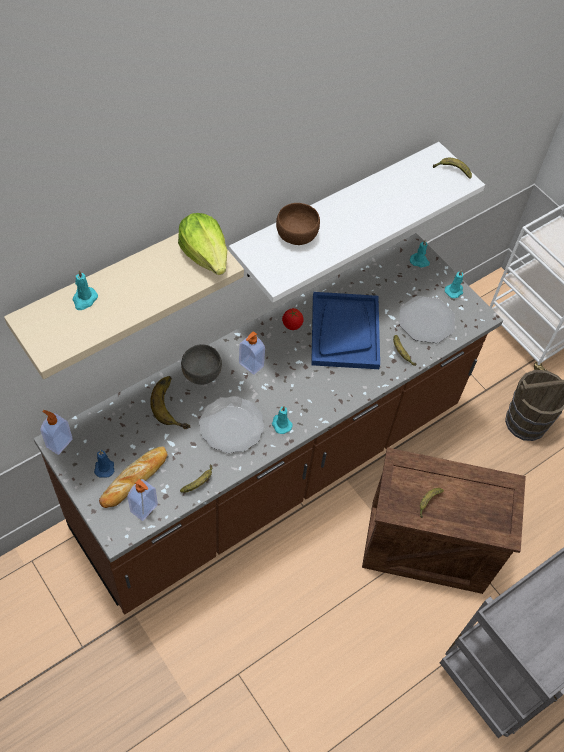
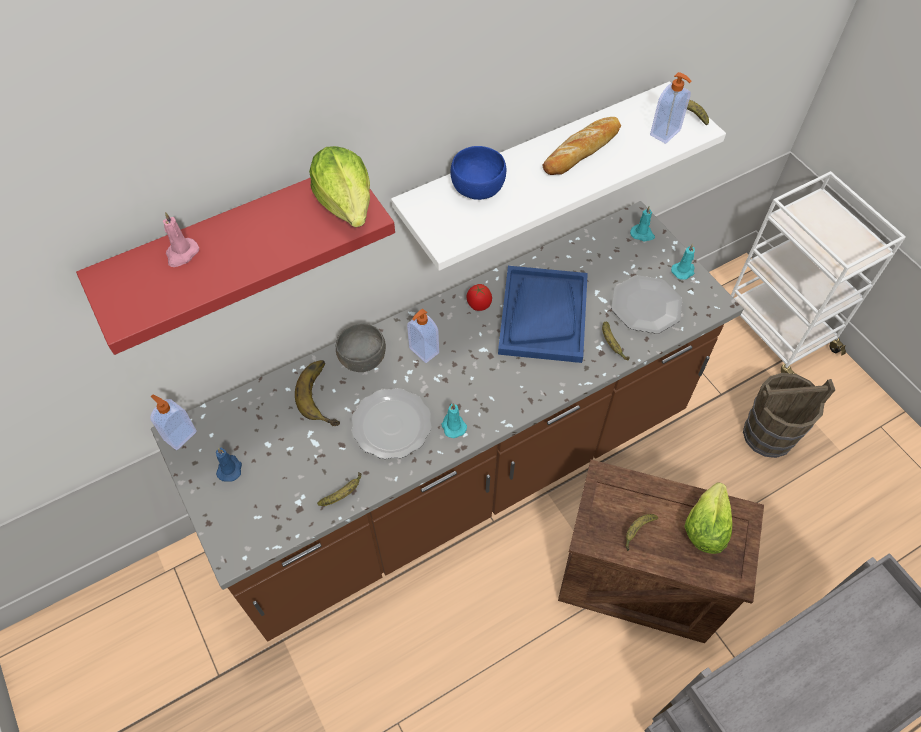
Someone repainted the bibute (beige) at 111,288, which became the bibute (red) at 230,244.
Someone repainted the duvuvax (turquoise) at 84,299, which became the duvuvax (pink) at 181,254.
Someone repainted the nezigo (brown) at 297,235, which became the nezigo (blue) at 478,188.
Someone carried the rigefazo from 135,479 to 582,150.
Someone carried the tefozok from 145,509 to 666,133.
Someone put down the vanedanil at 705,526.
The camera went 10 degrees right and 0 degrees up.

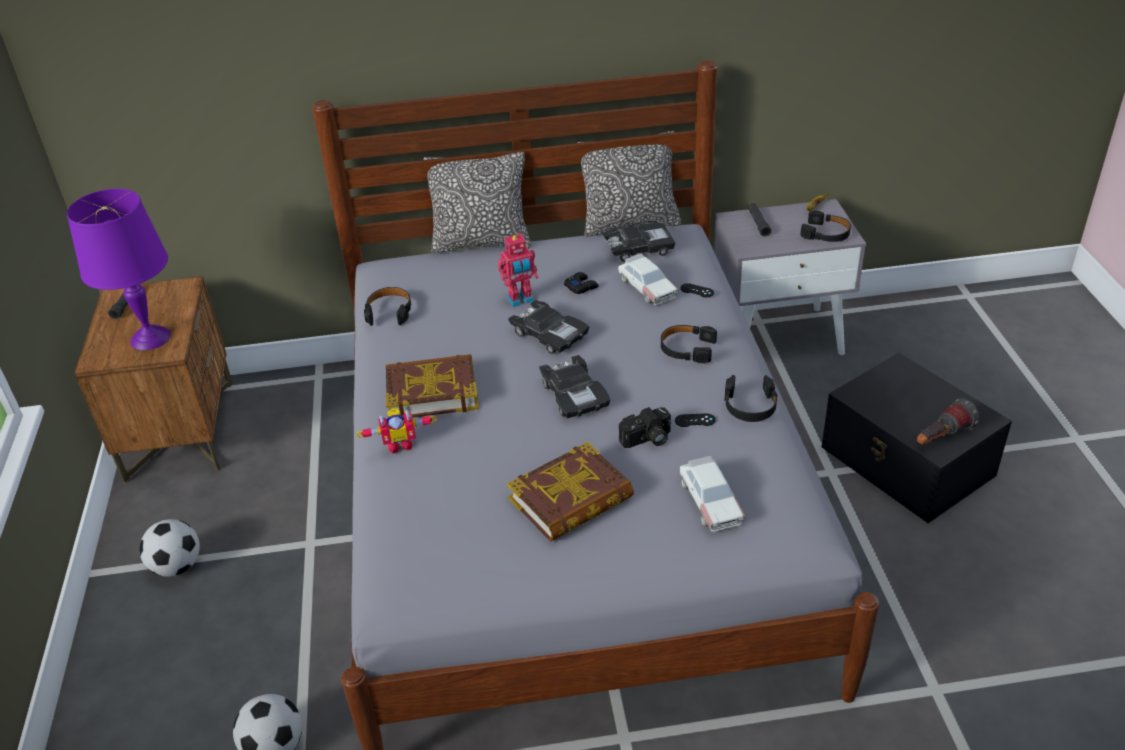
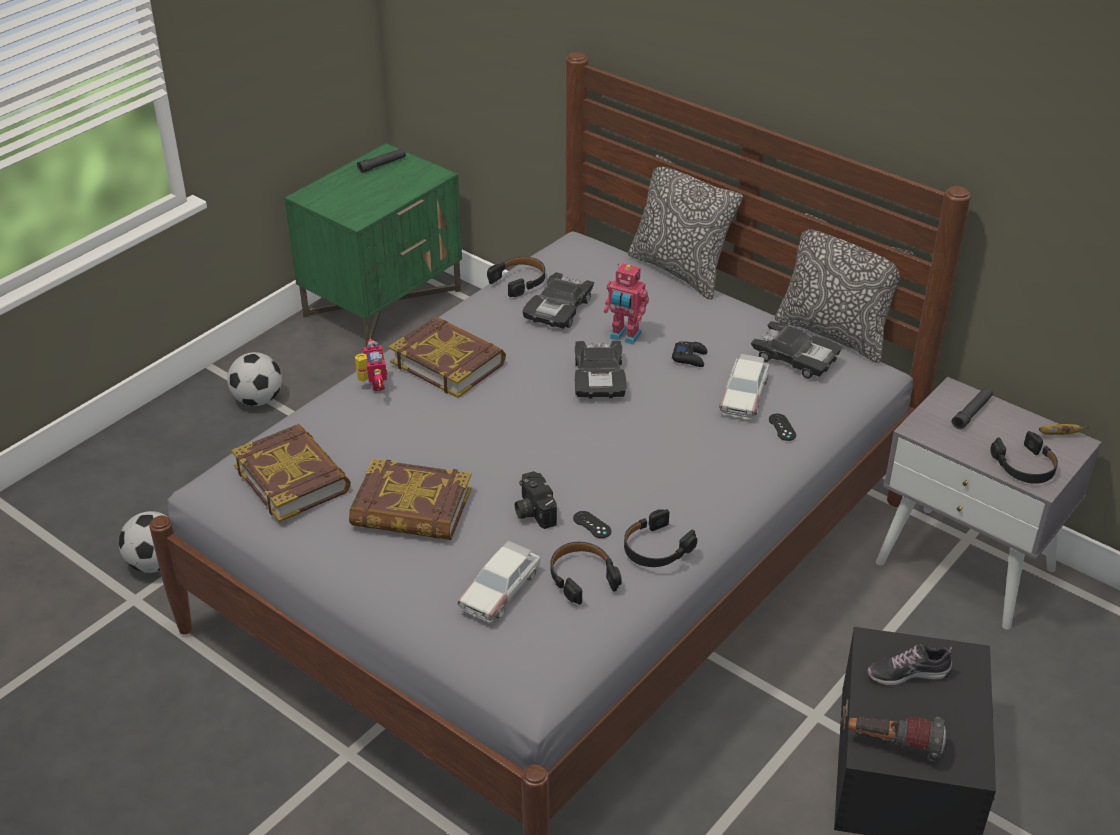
Someone put down the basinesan at 292,478.
Someone repainted the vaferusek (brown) at 180,430, which became the vaferusek (green) at 383,303.
Someone rotated the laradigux at 400,444 by 135 degrees counterclockwise.
Someone rotated the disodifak at 647,439 by 45 degrees clockwise.
Someone carried the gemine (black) from 574,395 to 559,309.
Someone carried the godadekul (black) from 687,349 to 582,577.
Someone put down the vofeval at 908,673.
Someone took away the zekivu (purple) at 151,338.
The camera went 45 degrees right and 0 degrees up.

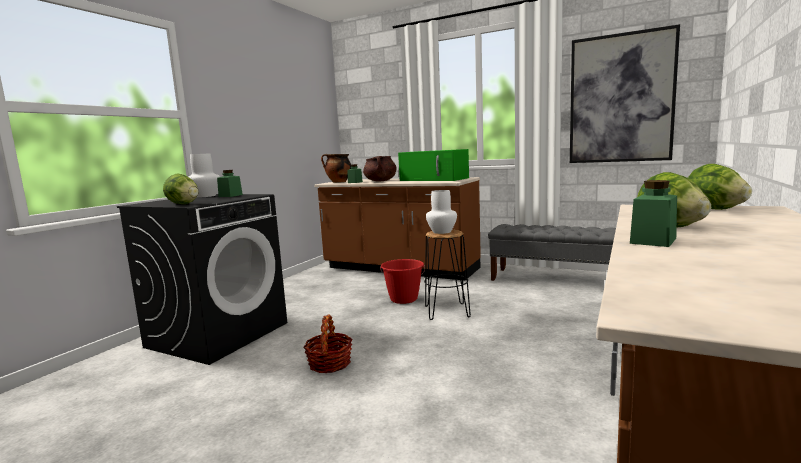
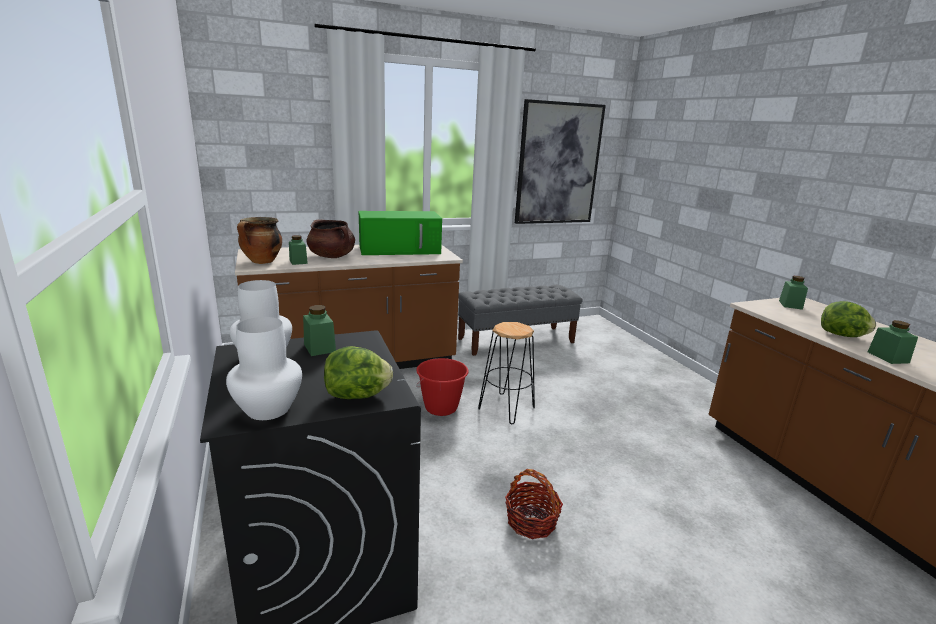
Someone carried the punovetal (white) from 442,232 to 269,409.
Someone swapped the vanedanil at 714,209 for the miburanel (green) at 790,305.
The camera went 50 degrees left and 10 degrees up.

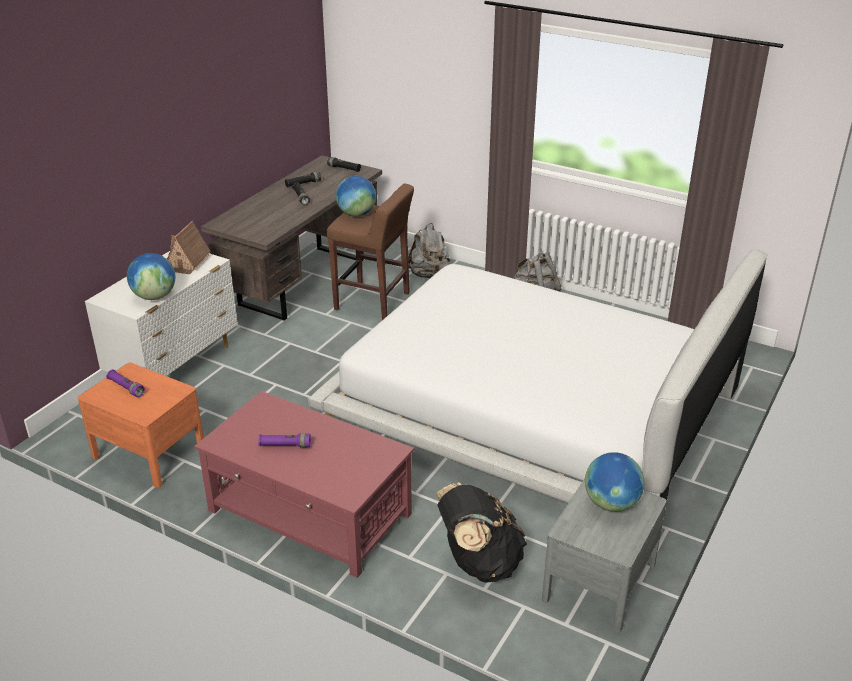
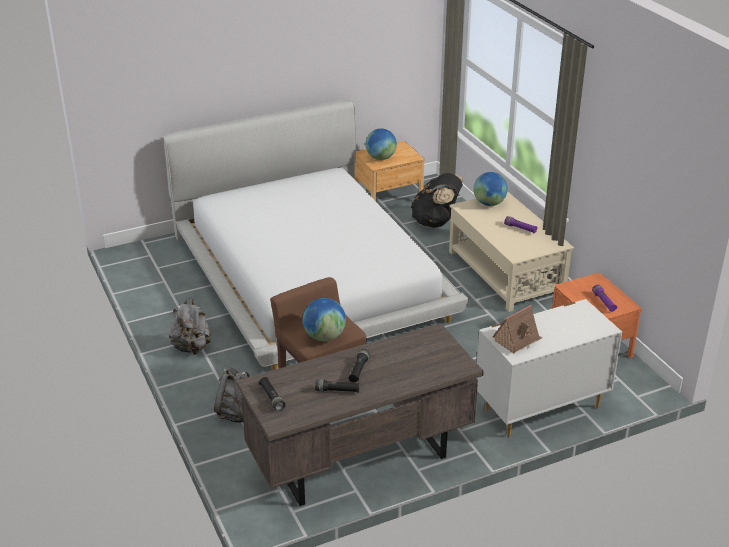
Someone repainted the vaferusek (grey) at 599,581, which became the vaferusek (brown) at 388,197.
Someone repainted the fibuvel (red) at 310,512, which became the fibuvel (beige) at 505,272.
Someone carried the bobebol from 155,296 to 489,203.
The camera went 145 degrees left and 0 degrees up.

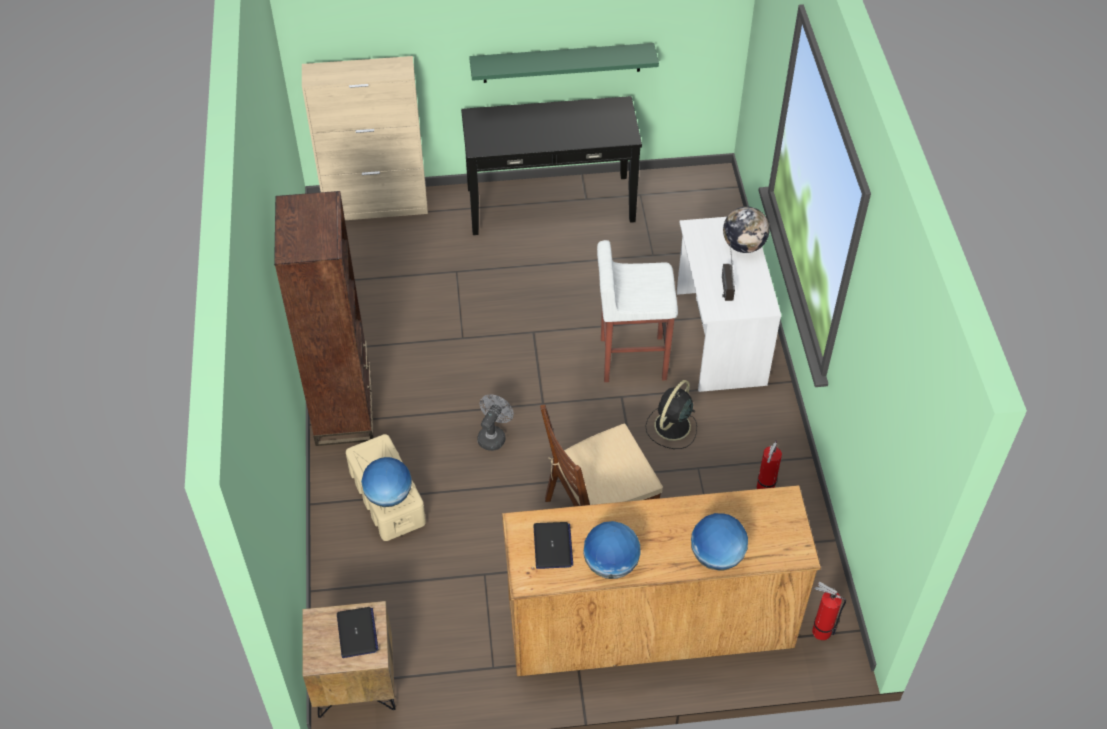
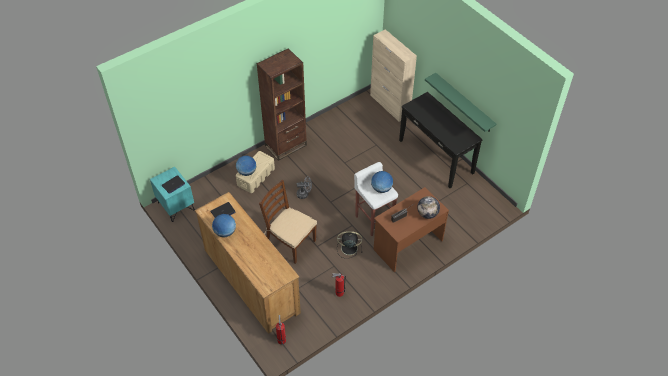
Someone repainted the vaferusek (brown) at 355,684, which became the vaferusek (turquoise) at 175,206.
Someone carried the bobebol from 716,556 to 381,188.
Someone repainted the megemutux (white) at 719,338, which became the megemutux (brown) at 407,244.
The camera went 60 degrees right and 0 degrees up.

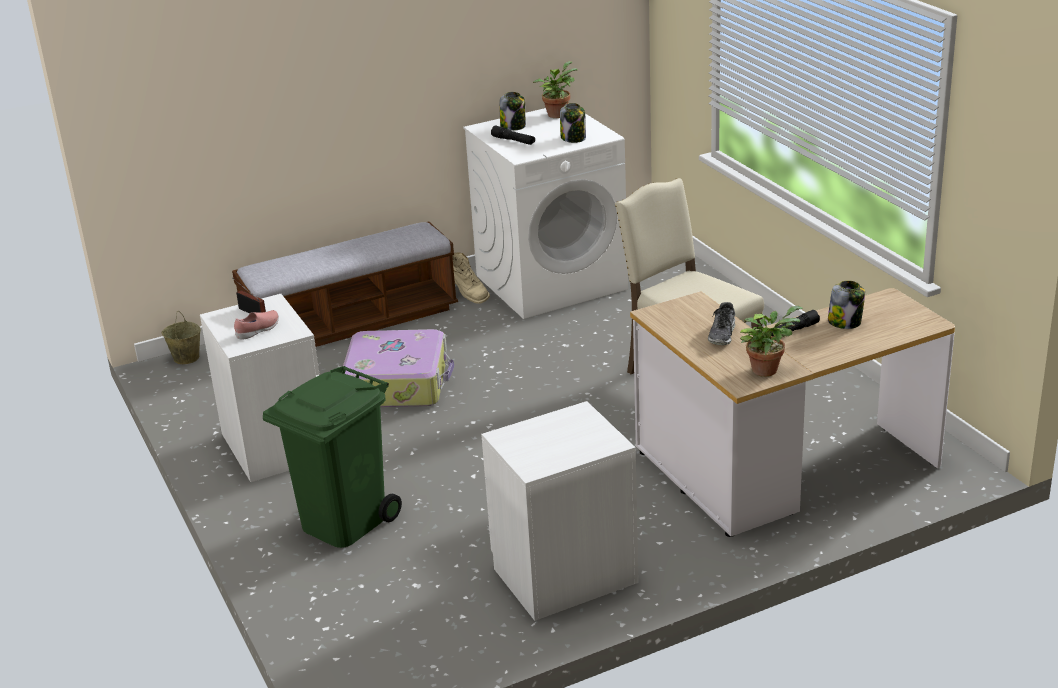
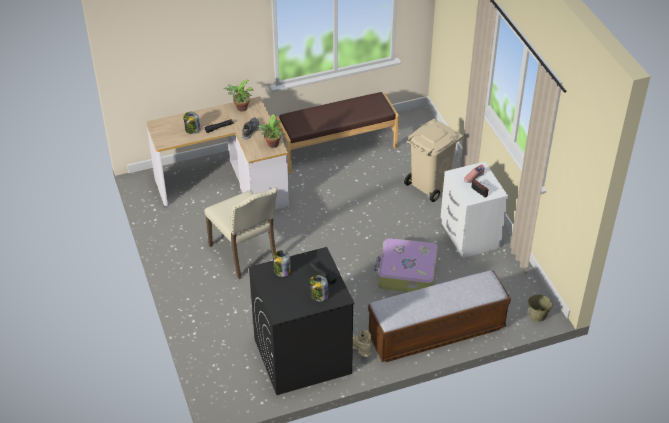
Someone repainted the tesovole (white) at 551,282, which became the tesovole (black) at 302,356.
Someone carried the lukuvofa from 557,114 to 272,145.
Someone swapped the vaferusek (white) at 564,574 for the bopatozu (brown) at 337,148.
Someone repainted the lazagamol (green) at 343,521, which became the lazagamol (beige) at 431,185.
The camera went 175 degrees left and 15 degrees up.

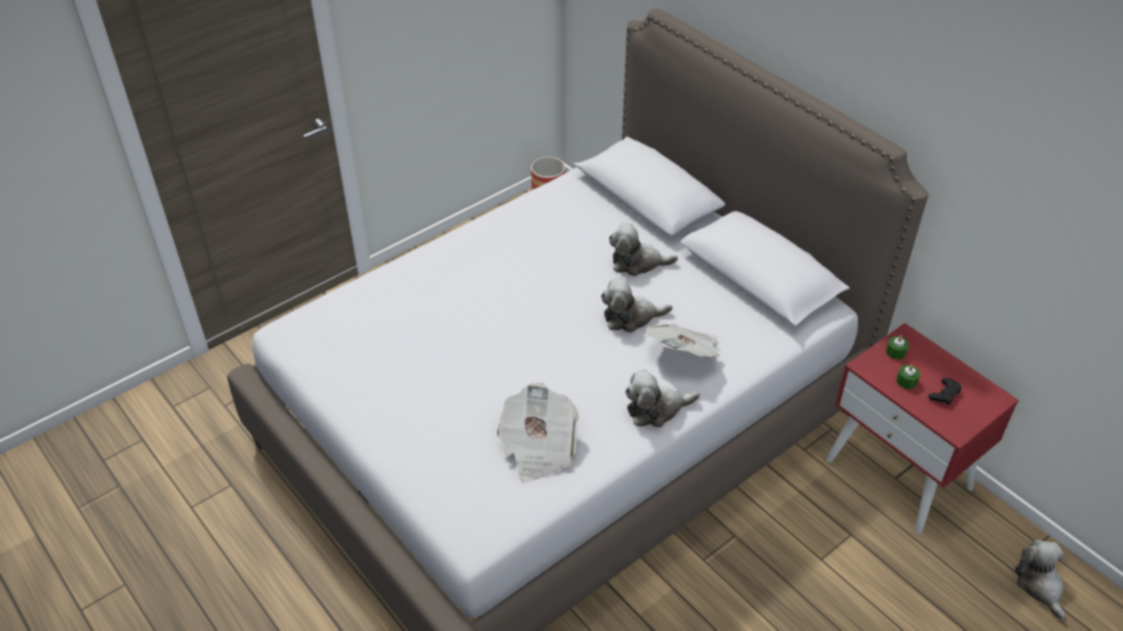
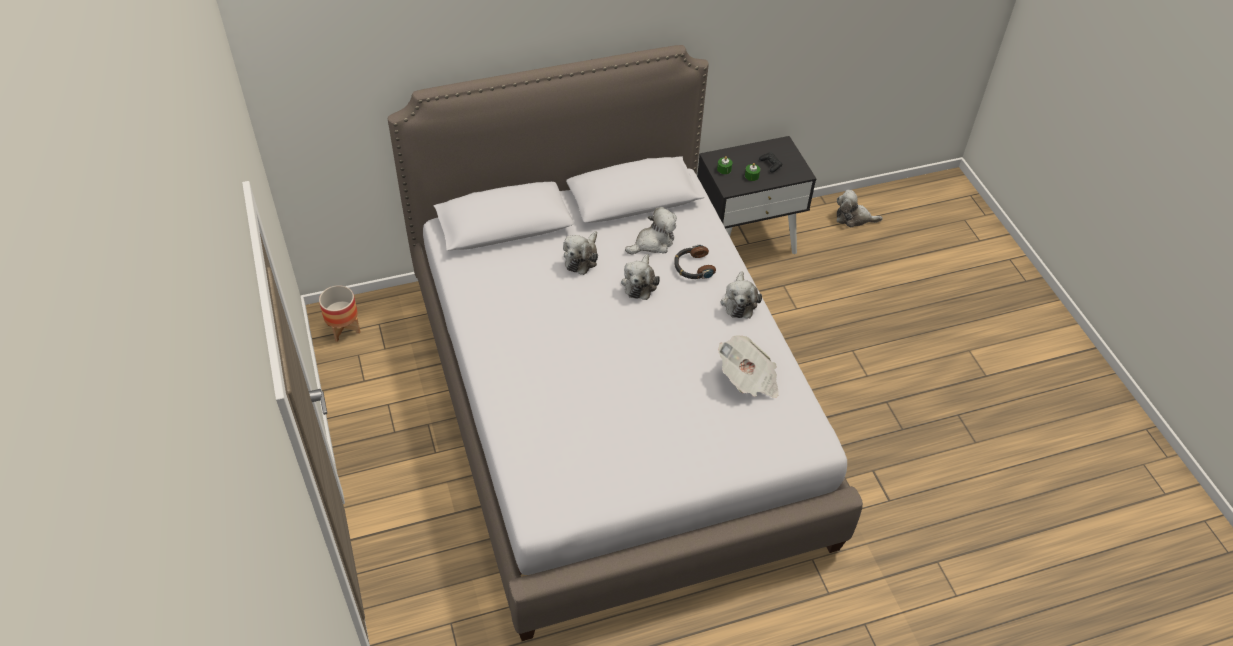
Someone put down the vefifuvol at 653,243.
Someone swapped the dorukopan at 685,354 for the godadekul at 693,267.
Someone repainted the vaferusek (red) at 899,474, which became the vaferusek (black) at 746,240.
The camera went 70 degrees left and 5 degrees up.

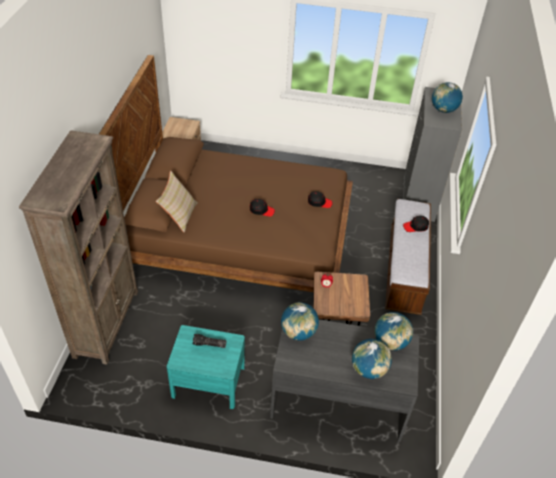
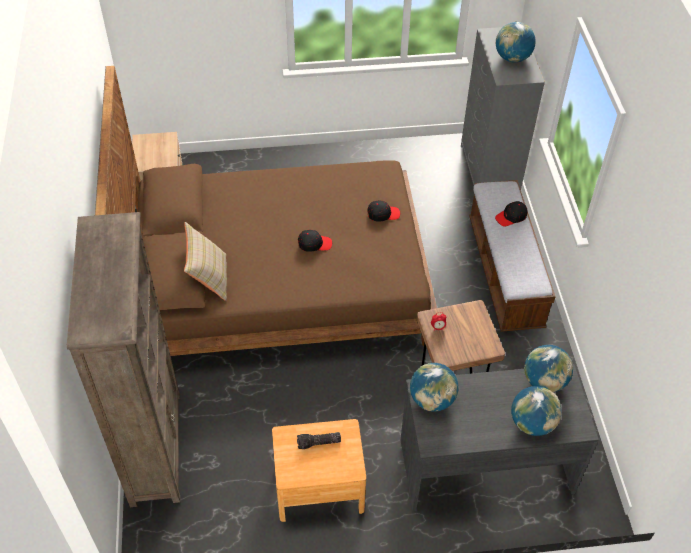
Someone repainted the vaferusek (turquoise) at 208,381, which became the vaferusek (brown) at 319,487.
The camera went 15 degrees left and 5 degrees up.

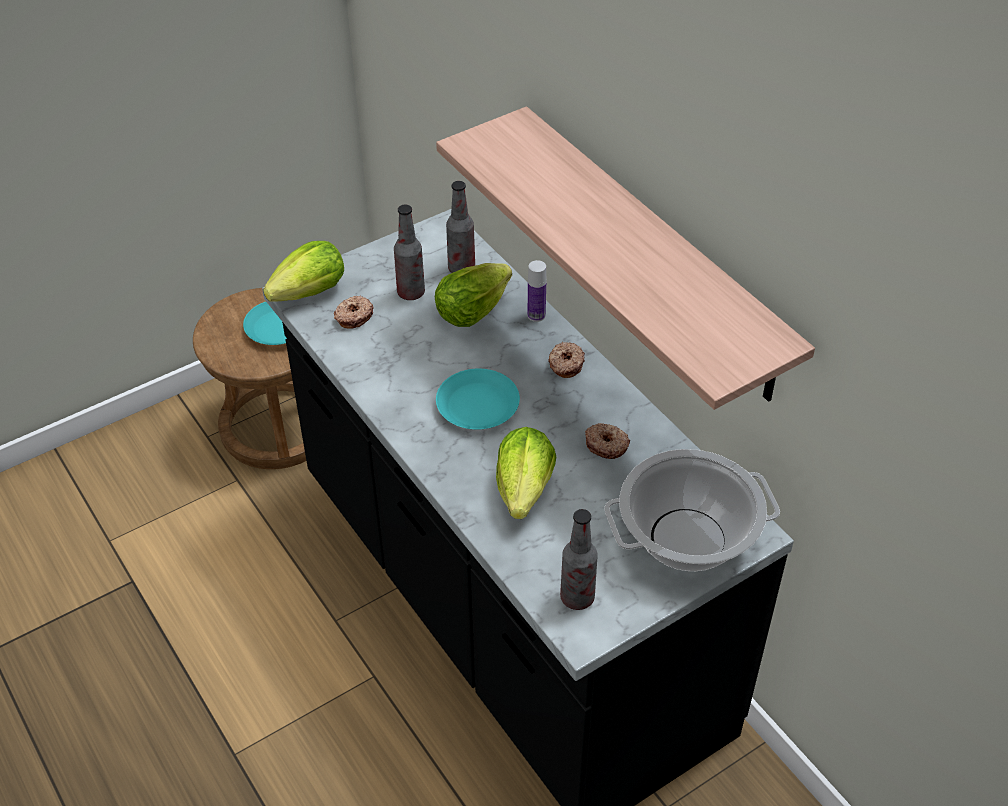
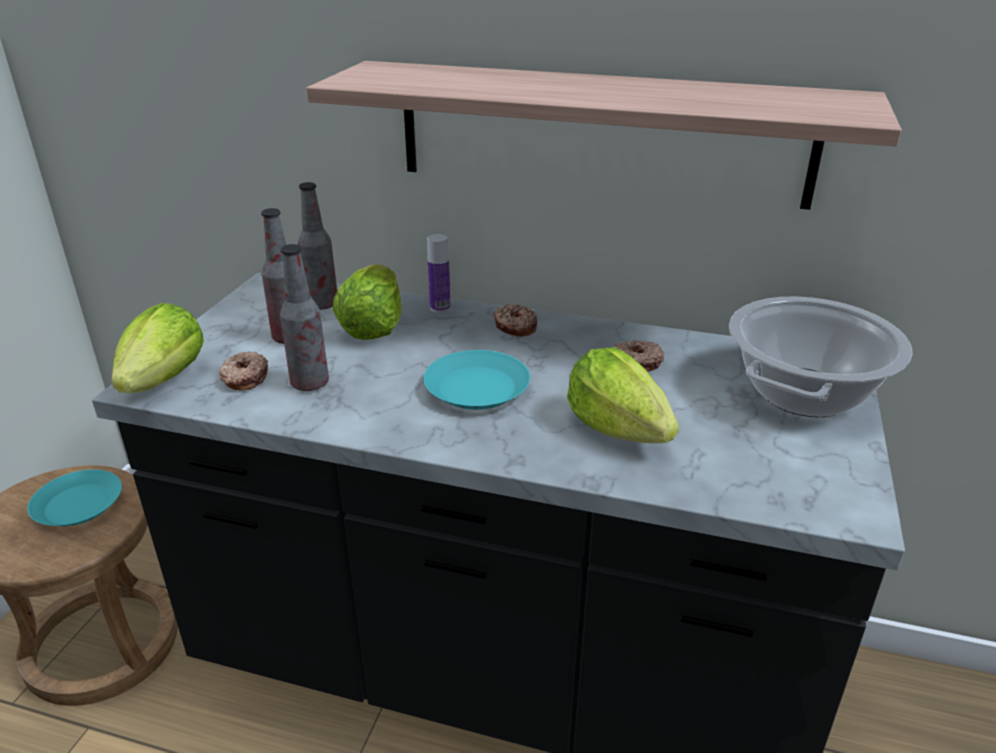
Someone carried the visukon from 577,597 to 310,383.
The camera went 40 degrees left and 15 degrees down.

